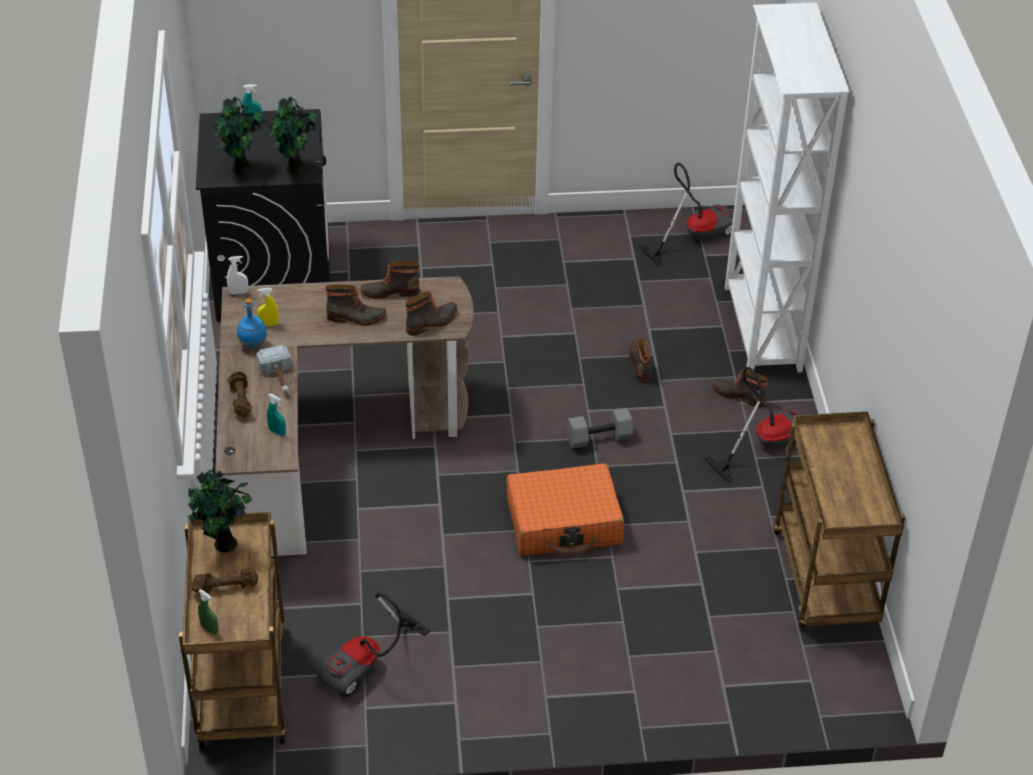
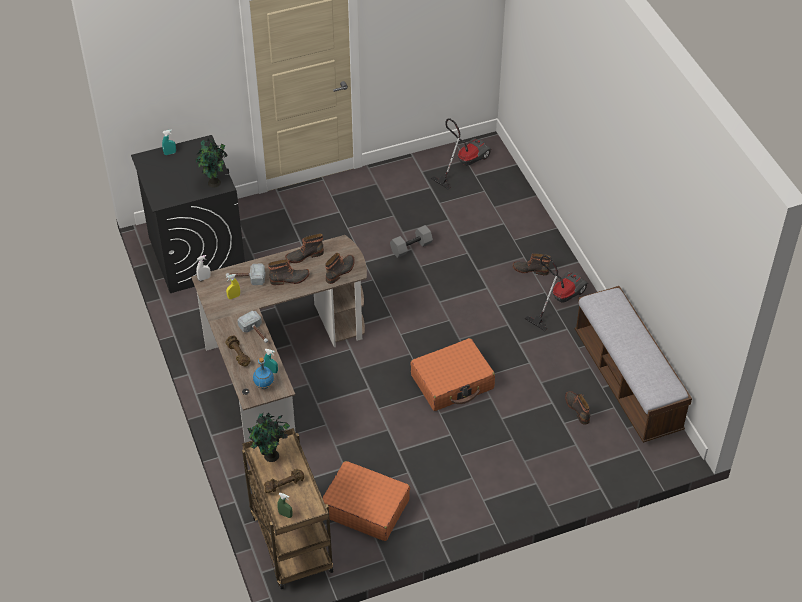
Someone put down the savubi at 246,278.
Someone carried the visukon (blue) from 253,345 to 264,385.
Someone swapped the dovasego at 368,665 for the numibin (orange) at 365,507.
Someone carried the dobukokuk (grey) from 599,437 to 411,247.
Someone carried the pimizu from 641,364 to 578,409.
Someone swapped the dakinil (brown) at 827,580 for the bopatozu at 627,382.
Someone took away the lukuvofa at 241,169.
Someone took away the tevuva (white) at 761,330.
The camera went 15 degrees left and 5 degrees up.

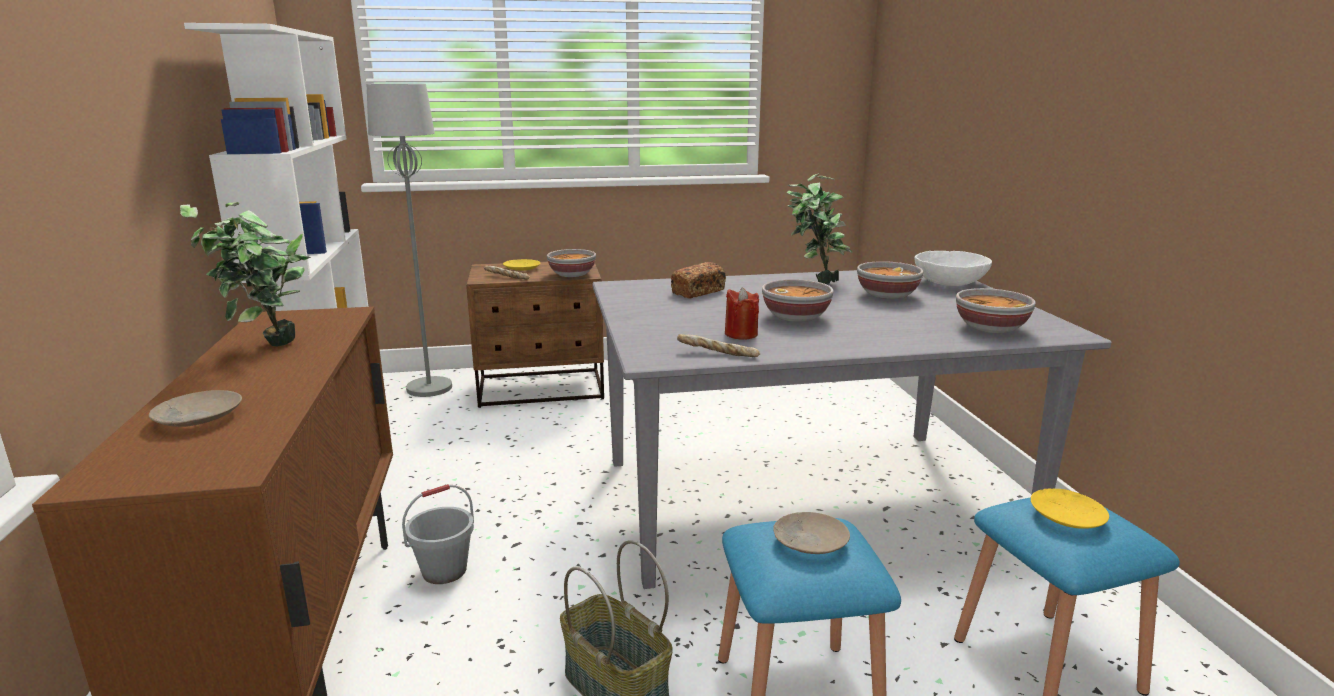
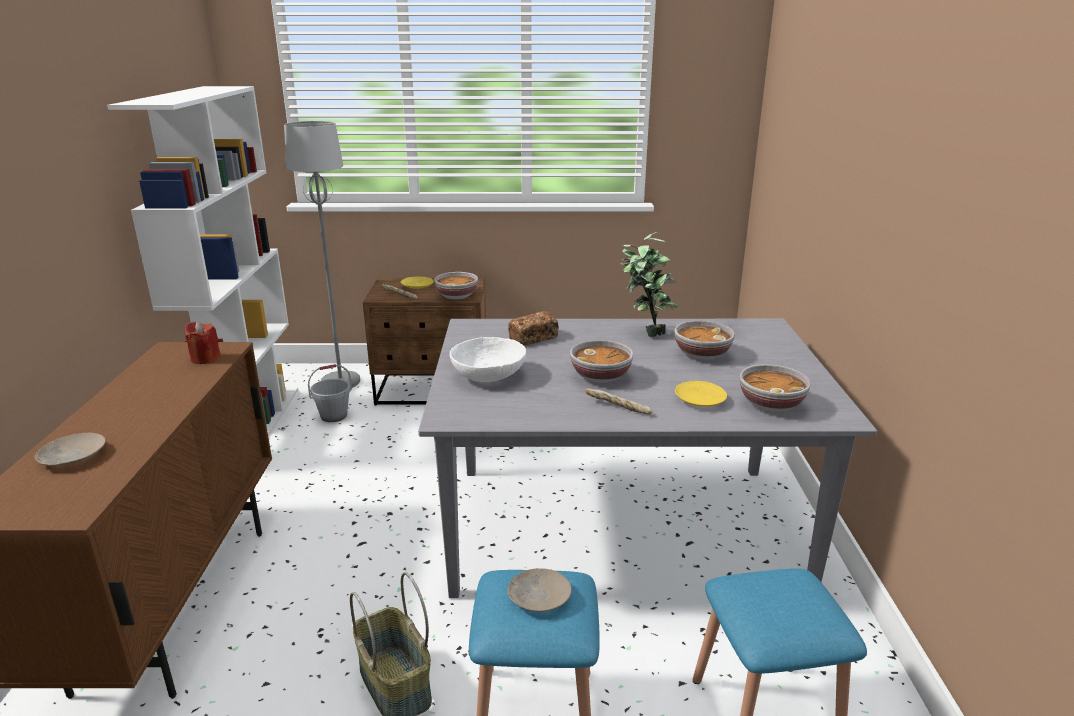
Someone carried the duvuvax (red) from 741,334 to 205,358.
Someone carried the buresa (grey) from 444,570 to 334,416.
Someone carried the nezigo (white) from 950,283 to 489,375.
Someone carried the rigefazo from 717,354 to 618,408.
Someone carried the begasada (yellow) from 1066,516 to 700,399.
Someone took away the lukuvofa at 266,348.
The camera went 10 degrees right and 5 degrees up.

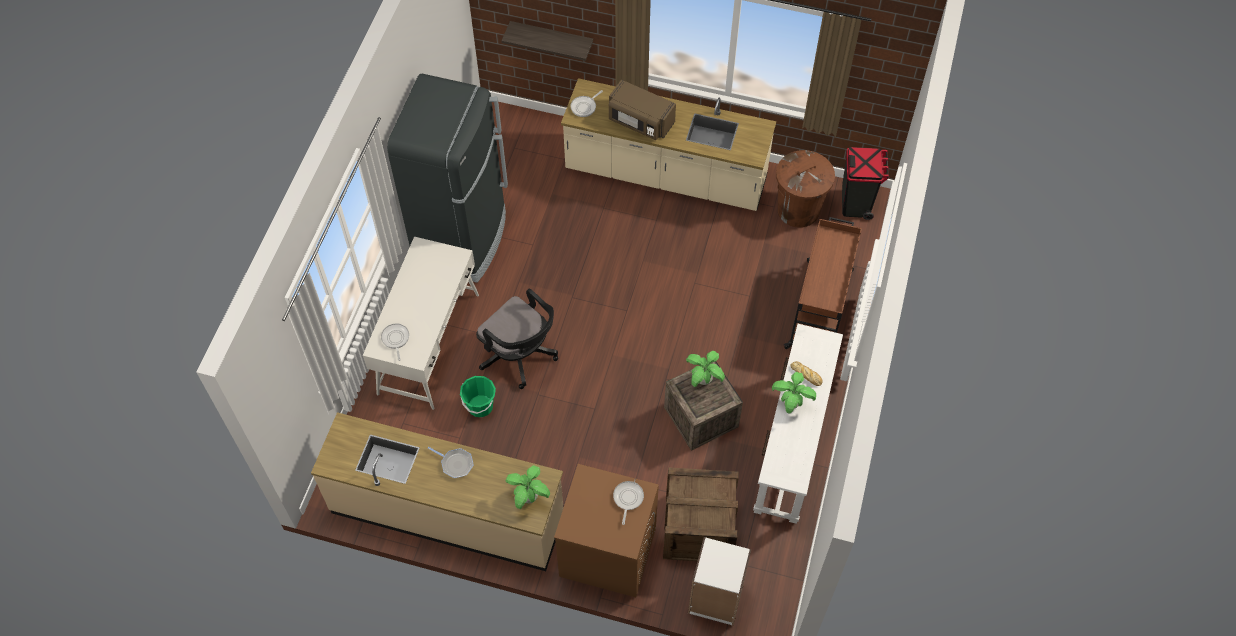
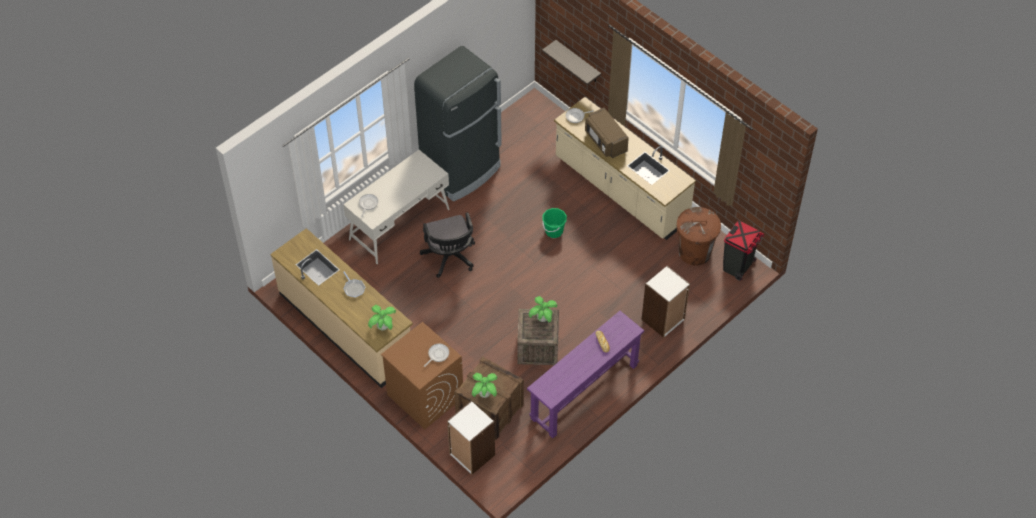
Someone carried the lukuvofa from 791,404 to 484,394.
Someone repainted the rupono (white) at 792,444, which became the rupono (purple) at 584,391.
Someone carried the buresa (green) from 480,406 to 554,231.
Someone swapped the dakinil (brown) at 819,308 for the tevuva (white) at 663,320.
The camera went 30 degrees right and 5 degrees down.

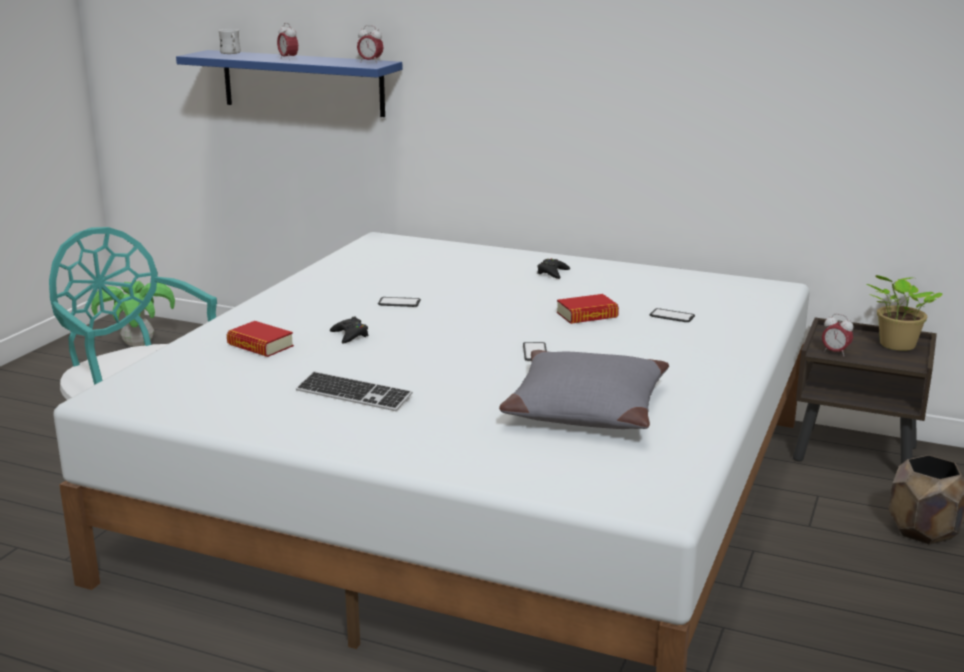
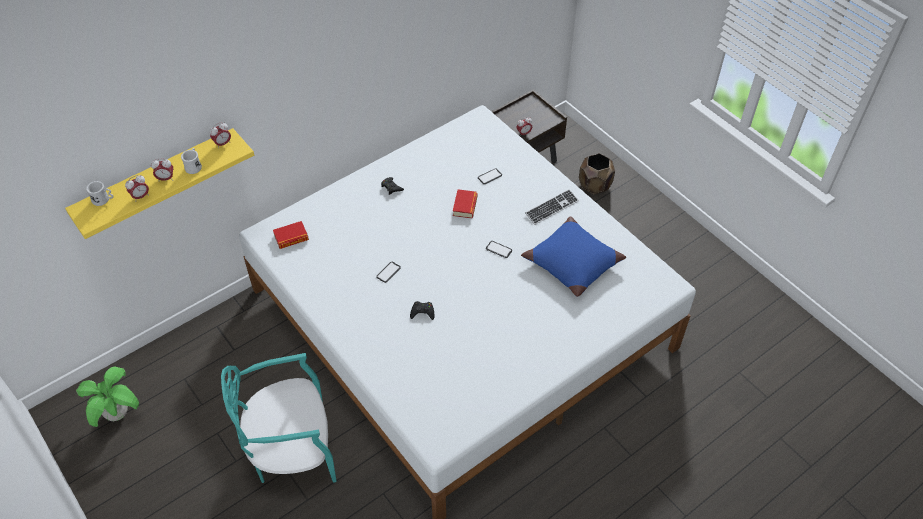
Someone repainted the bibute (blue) at 302,83, which became the bibute (yellow) at 157,181.
Someone put down the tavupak at 140,196.
Someone put down the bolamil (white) at 194,166.
Someone carried the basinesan from 260,345 to 291,237.
Someone repainted the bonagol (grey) at 584,408, which became the bonagol (blue) at 572,263.
Someone carried the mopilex from 353,394 to 551,208.
Someone took away the lukuvofa at 895,345.
The camera went 60 degrees left and 30 degrees up.

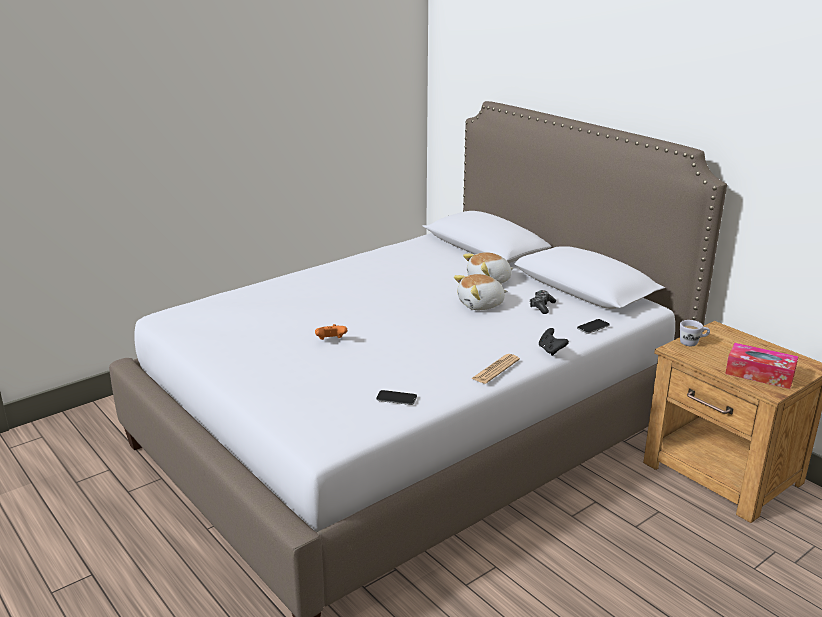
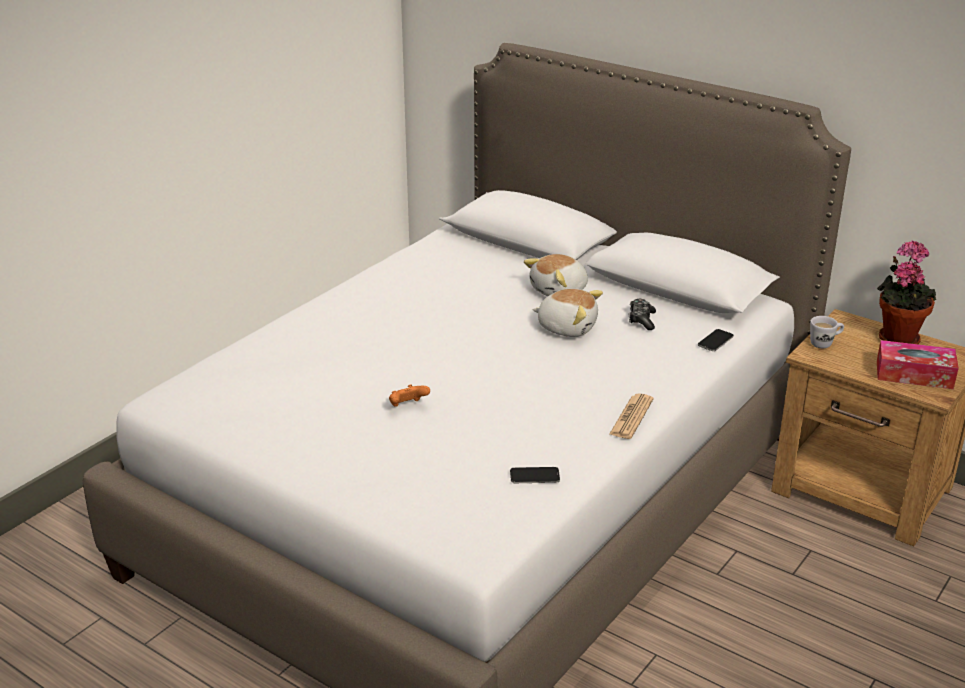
Someone rotated the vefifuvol at 481,305 by 120 degrees counterclockwise.
Someone put down the lukuvofa at 897,337.
Someone took away the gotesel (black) at 551,350.
The camera went 15 degrees left and 5 degrees up.

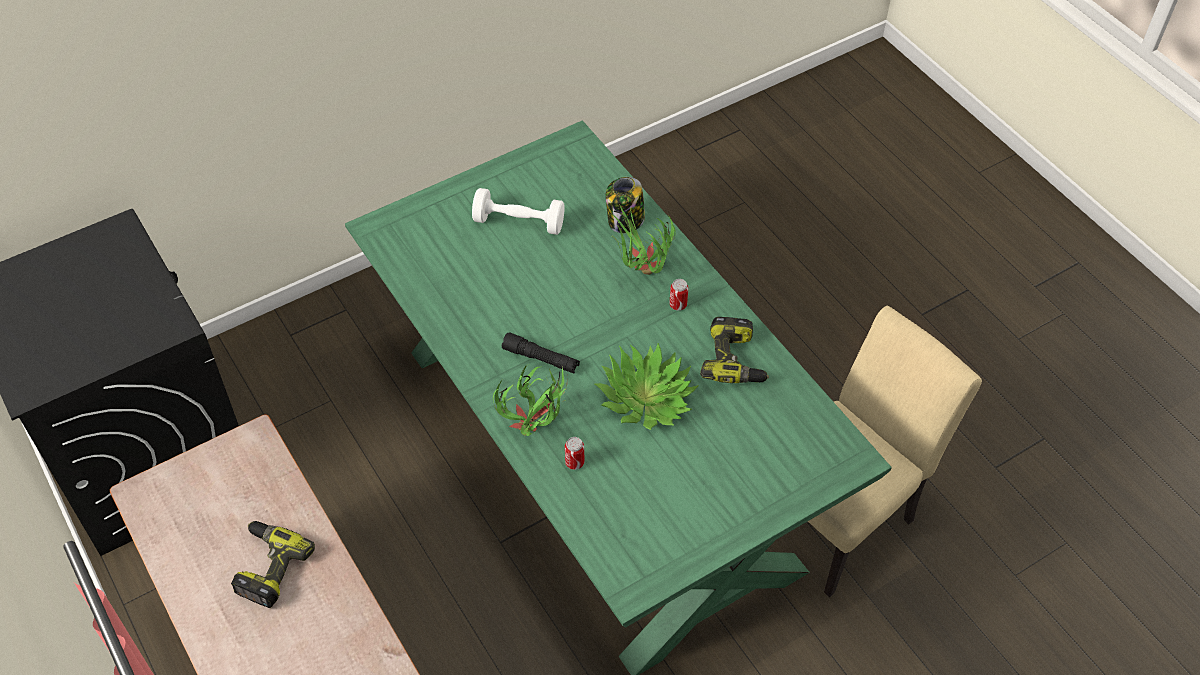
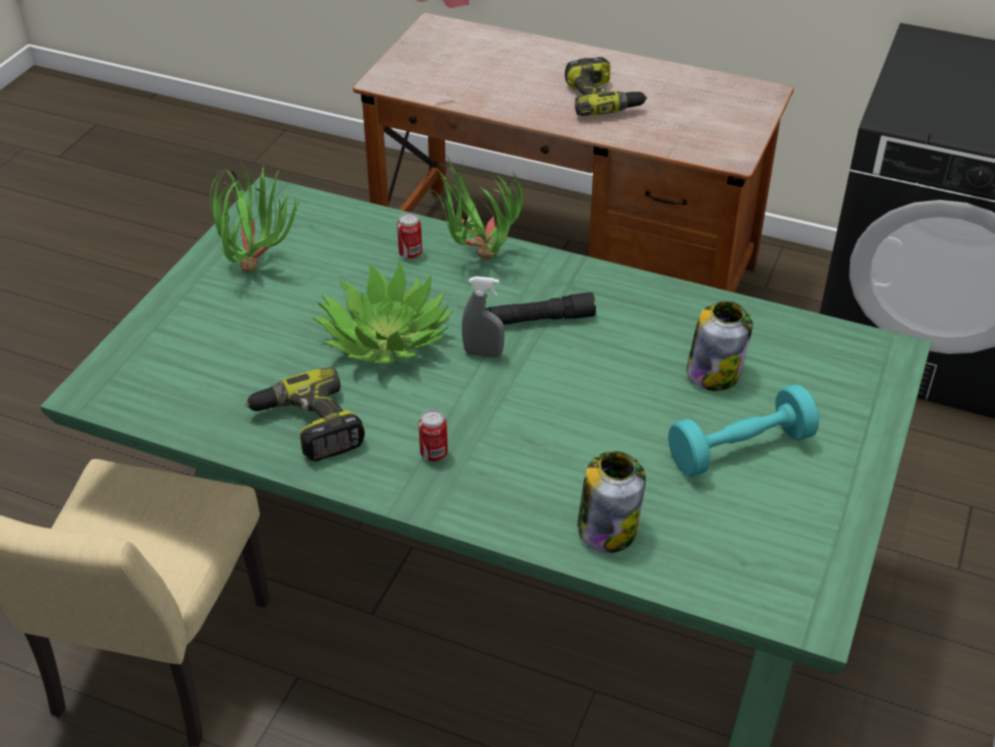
Someone carried the lukuvofa from 640,274 to 258,263.
Someone put down the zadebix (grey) at 483,353.
Someone repainted the dobukokuk (white) at 519,222, which became the dobukokuk (turquoise) at 740,449.
Someone put down the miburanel at 714,372.
The camera went 145 degrees right and 10 degrees down.

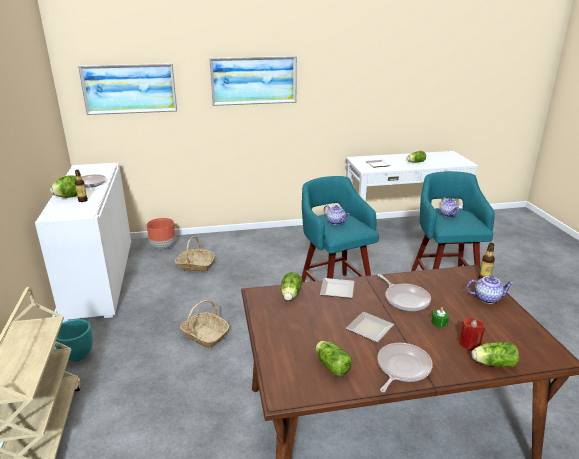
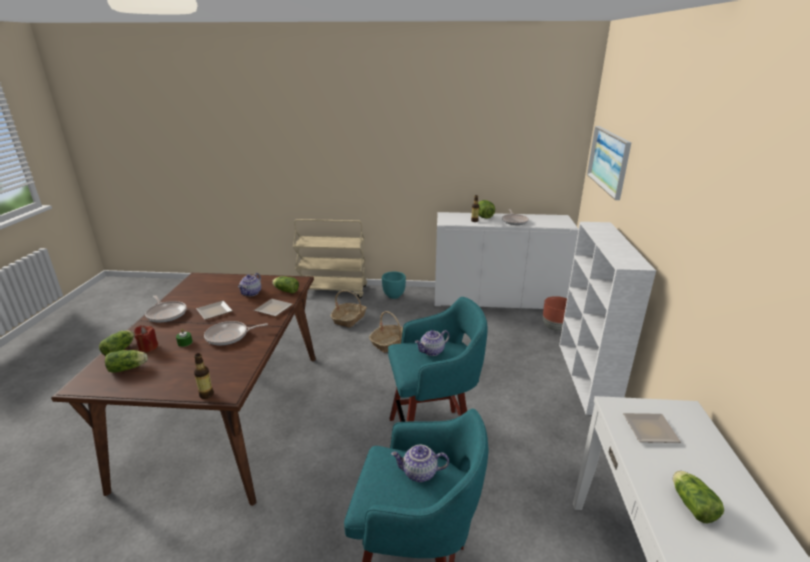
Someone carried the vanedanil from 331,365 to 129,368.
Someone carried the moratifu from 487,298 to 251,293.
Someone carried the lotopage from 195,266 to 349,319.
Someone put down the tevuva (white) at 586,377.
Someone took away the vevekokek at 254,80.
The camera went 105 degrees right and 0 degrees up.

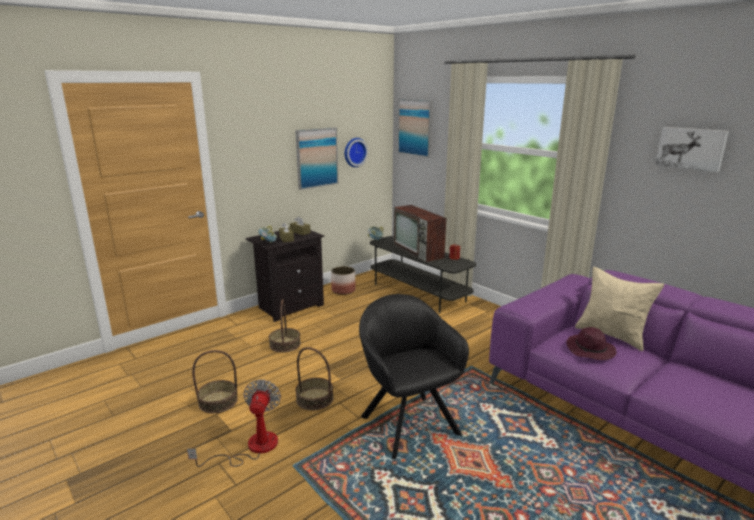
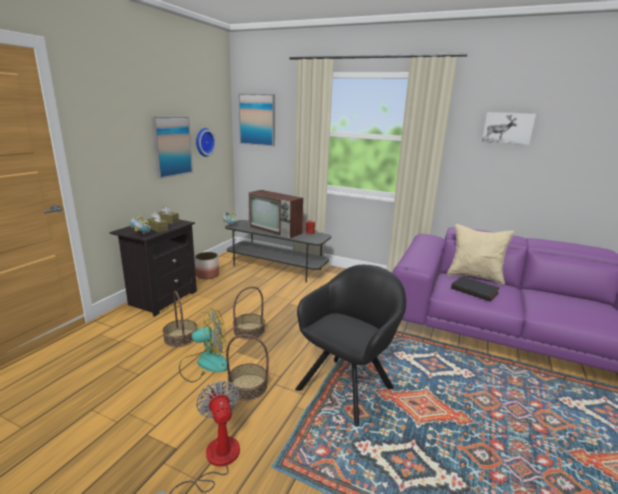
Someone put down the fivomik at 204,363.
Someone carried the lotopage from 218,401 to 249,330.
Someone rotated the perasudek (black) at 407,422 by 90 degrees clockwise.
Someone swapped the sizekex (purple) at 590,350 for the basinesan (black) at 475,290.
The camera went 25 degrees left and 0 degrees up.

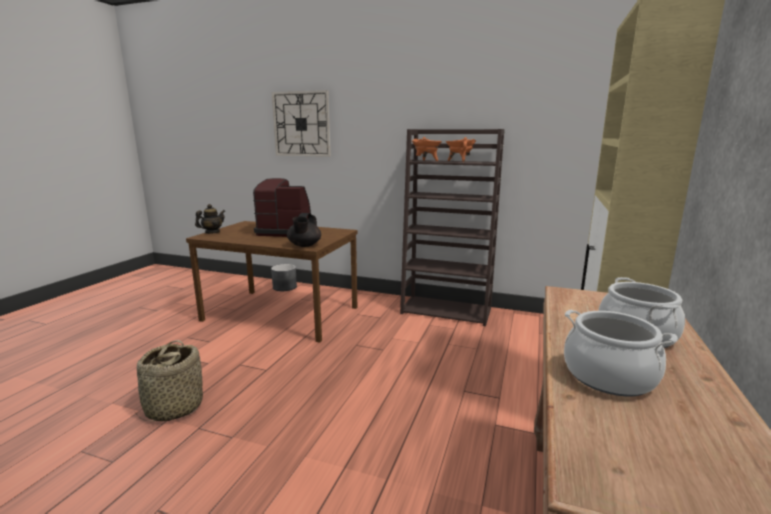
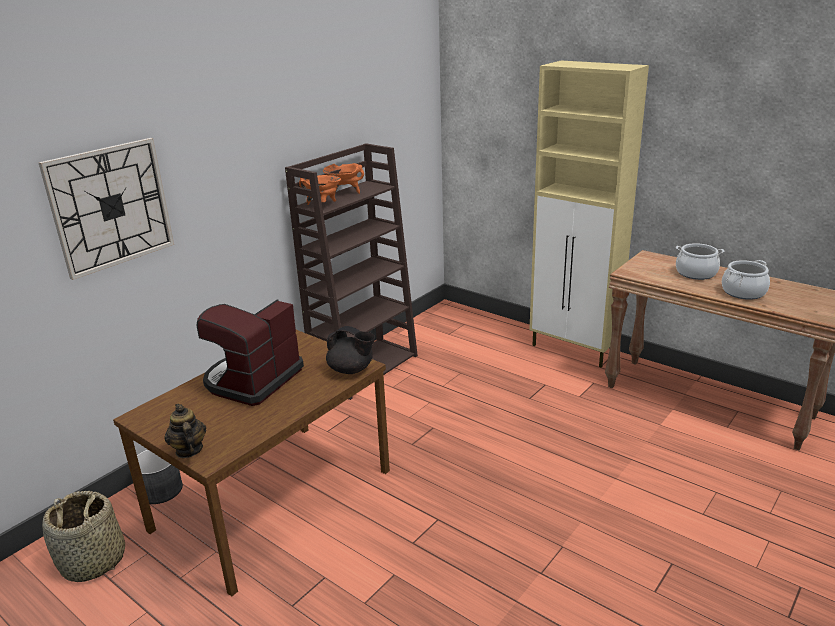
Someone carried the lotopage from 174,408 to 93,562.
The camera went 70 degrees left and 10 degrees up.

